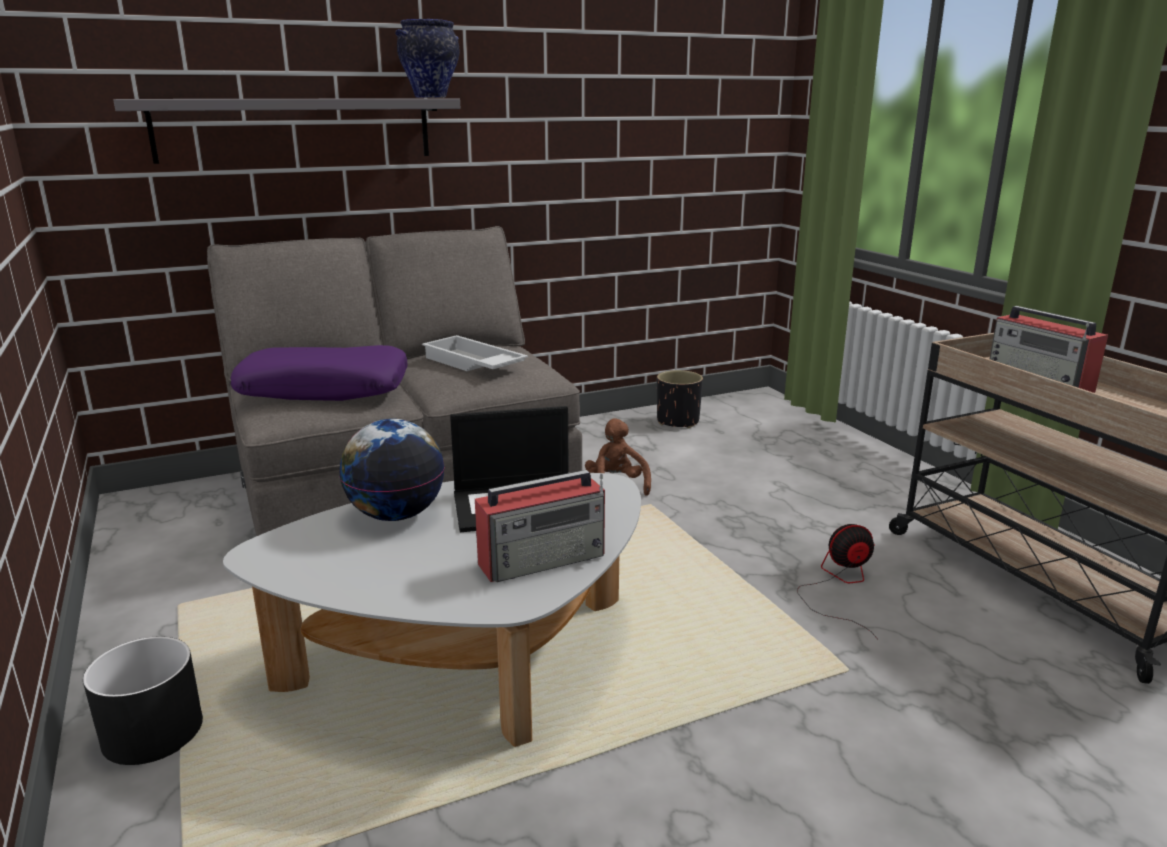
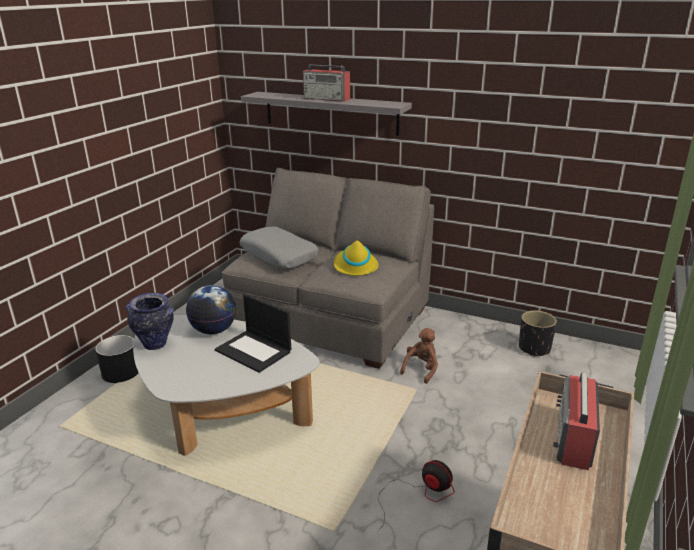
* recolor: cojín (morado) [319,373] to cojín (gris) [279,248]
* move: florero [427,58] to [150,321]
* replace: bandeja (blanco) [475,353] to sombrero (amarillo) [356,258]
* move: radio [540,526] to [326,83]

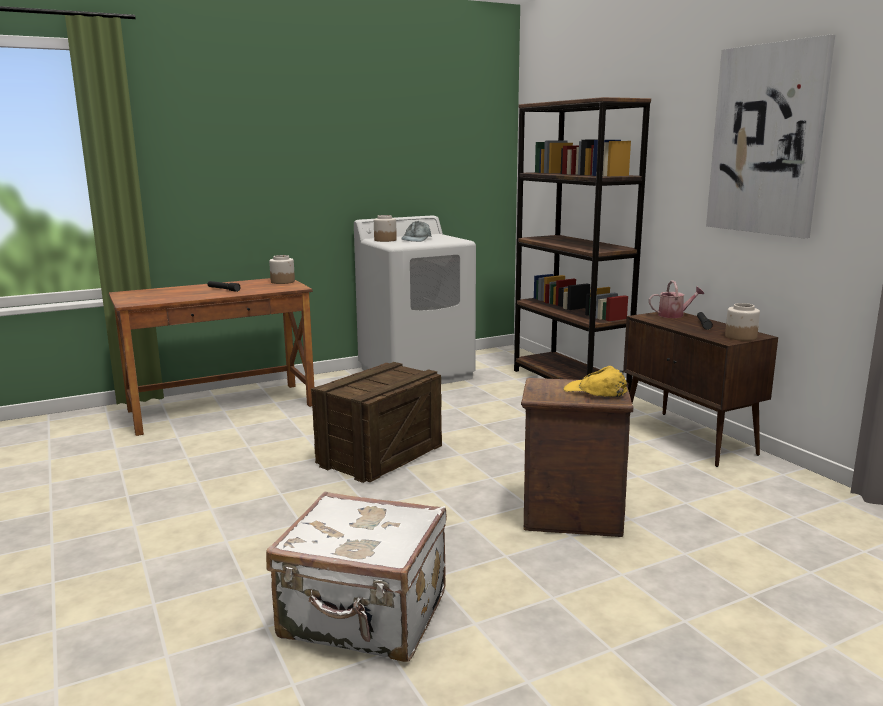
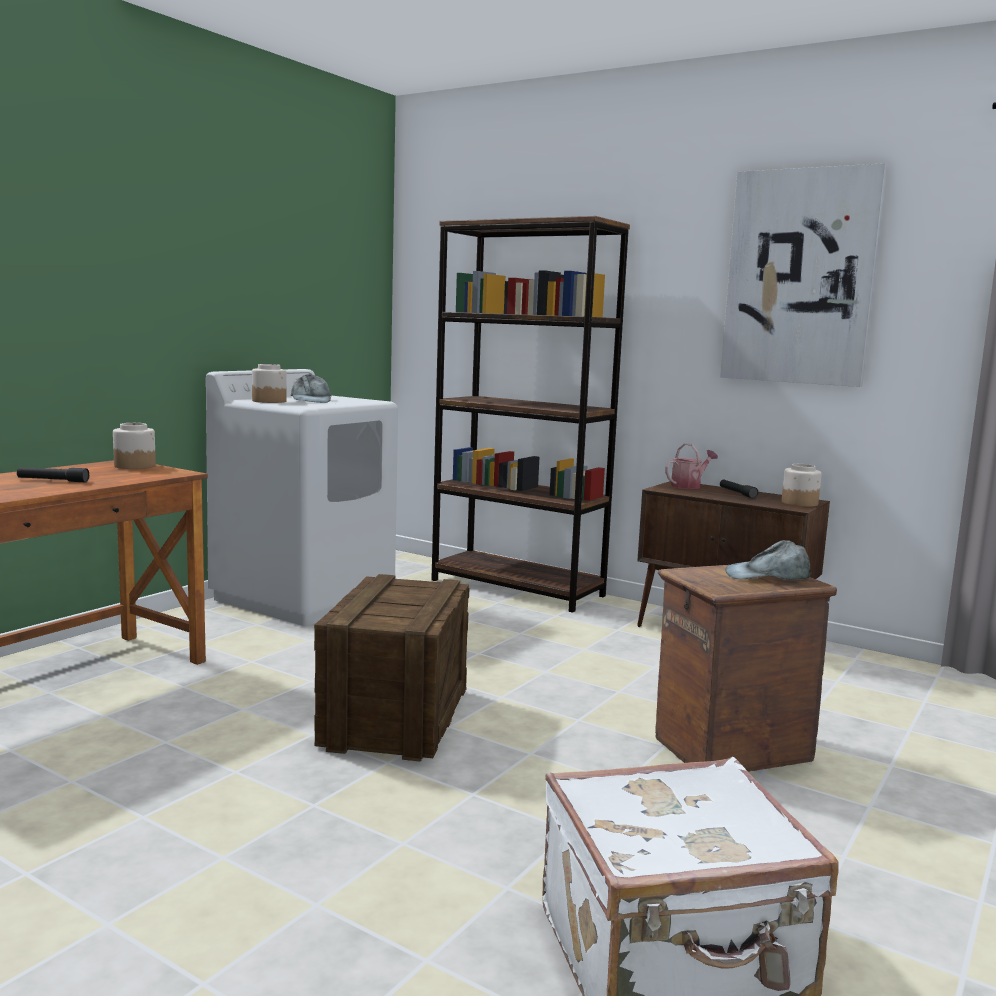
* recolor: gorra (amarillo) [595,381] to gorra (gris) [768,560]

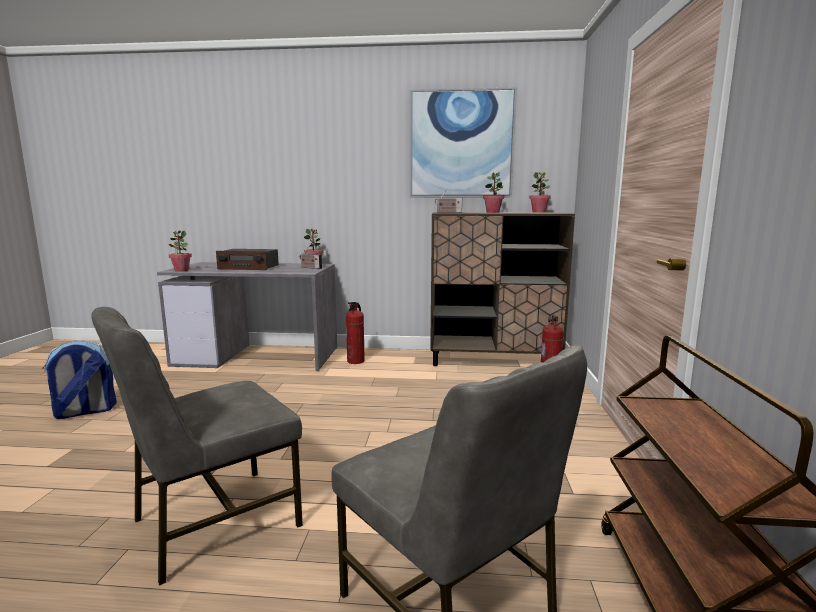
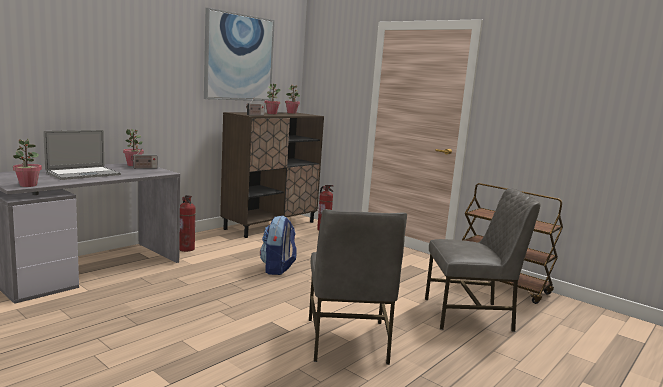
* move: mochila [79,380] to [278,245]
* replace: radio [247,259] to portátil [82,155]

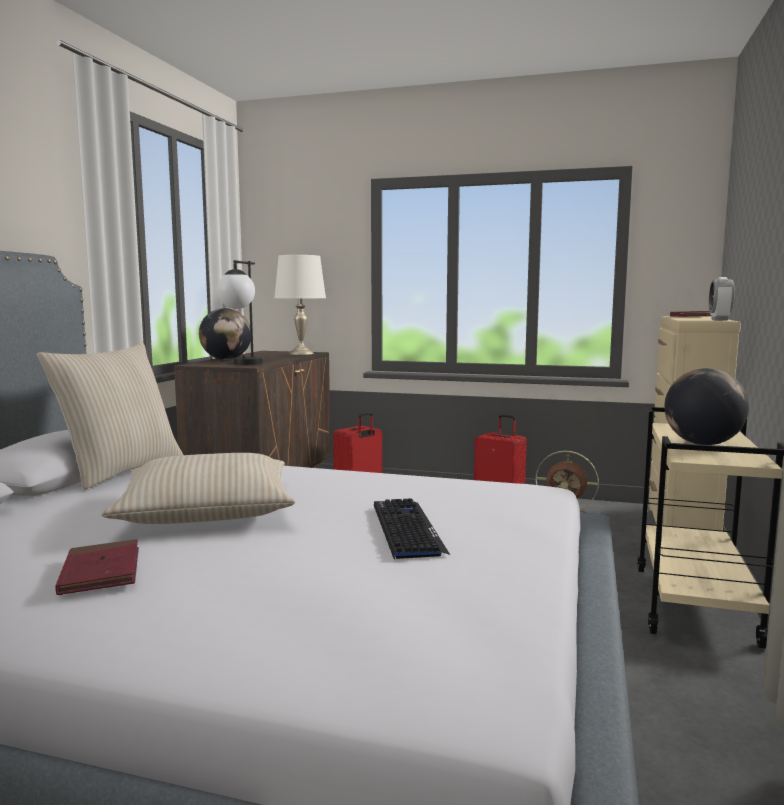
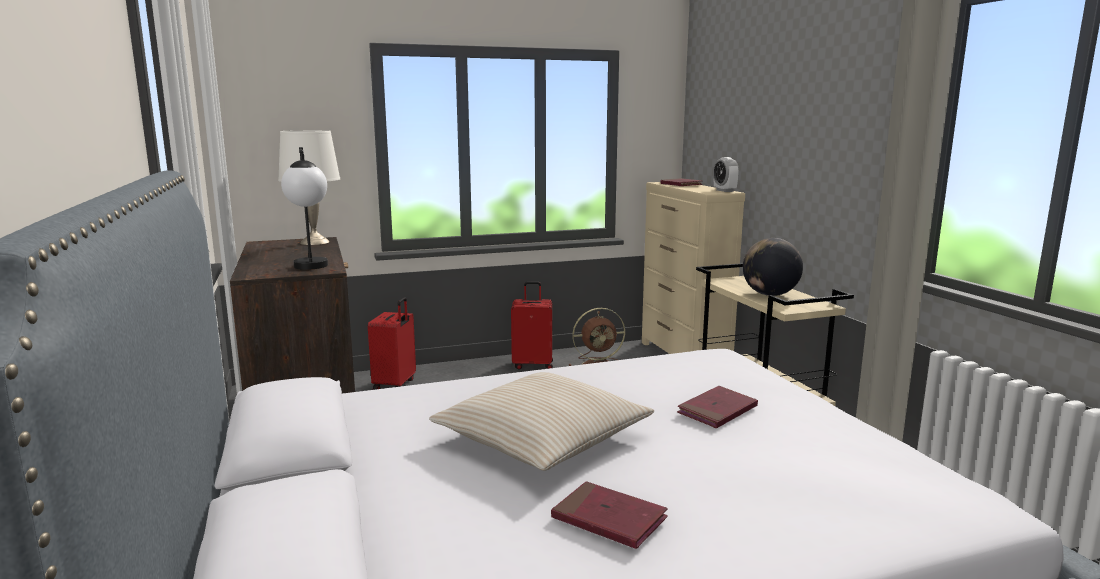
* delete: cojín (beis) [110,416]
* delete: globo terráqueo [225,334]
* replace: teclado [412,528] to libro (rojo) [717,407]

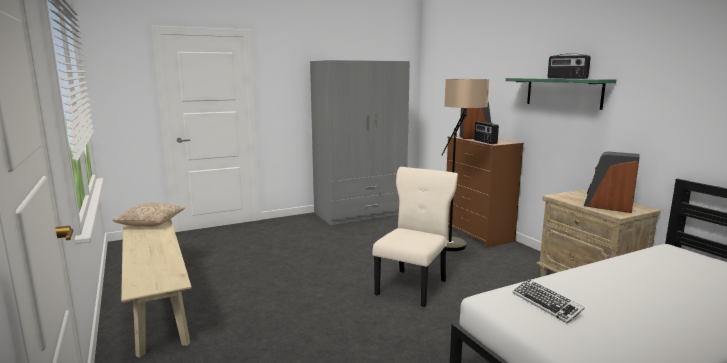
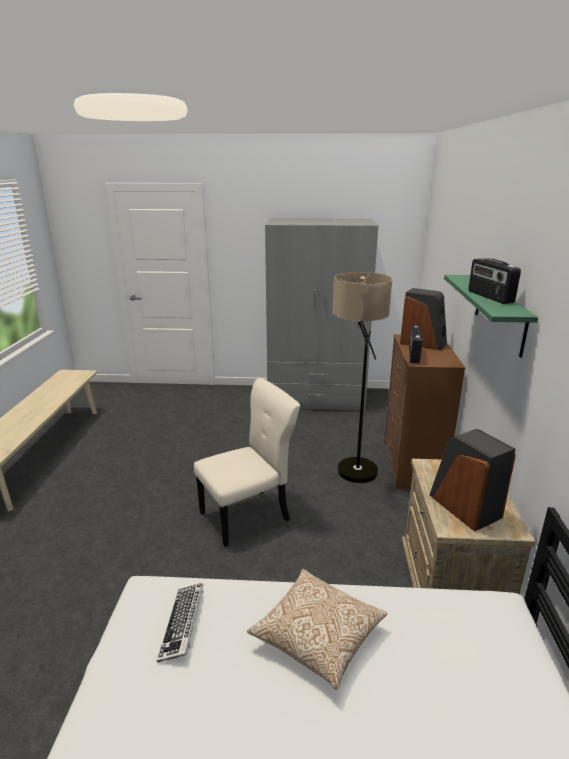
* move: cojín [148,215] to [317,629]

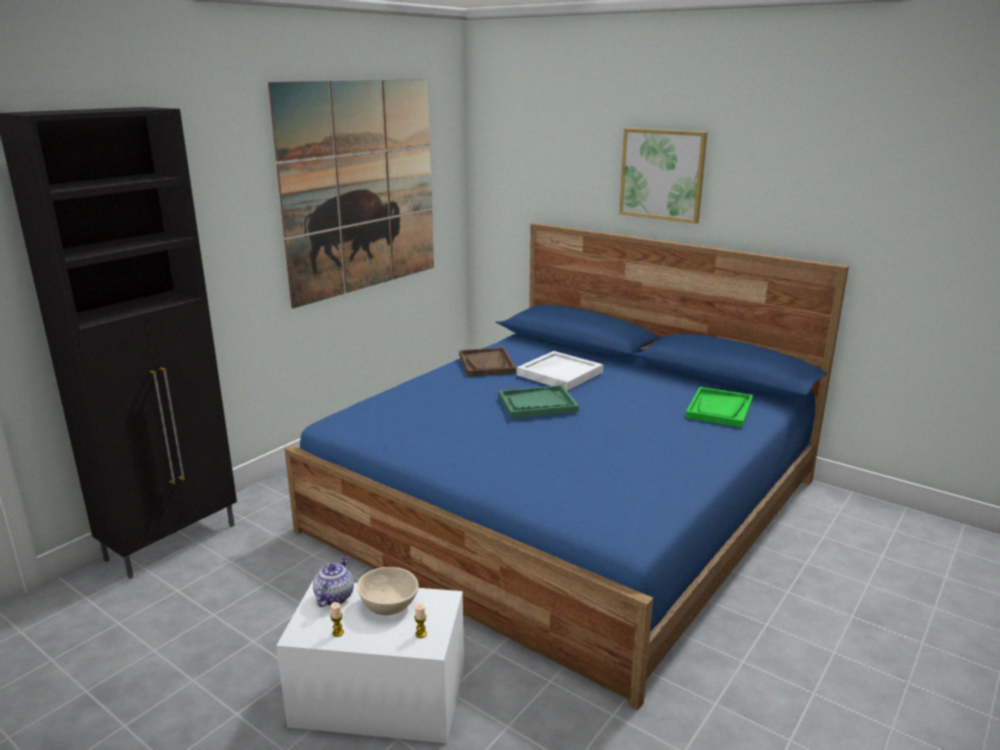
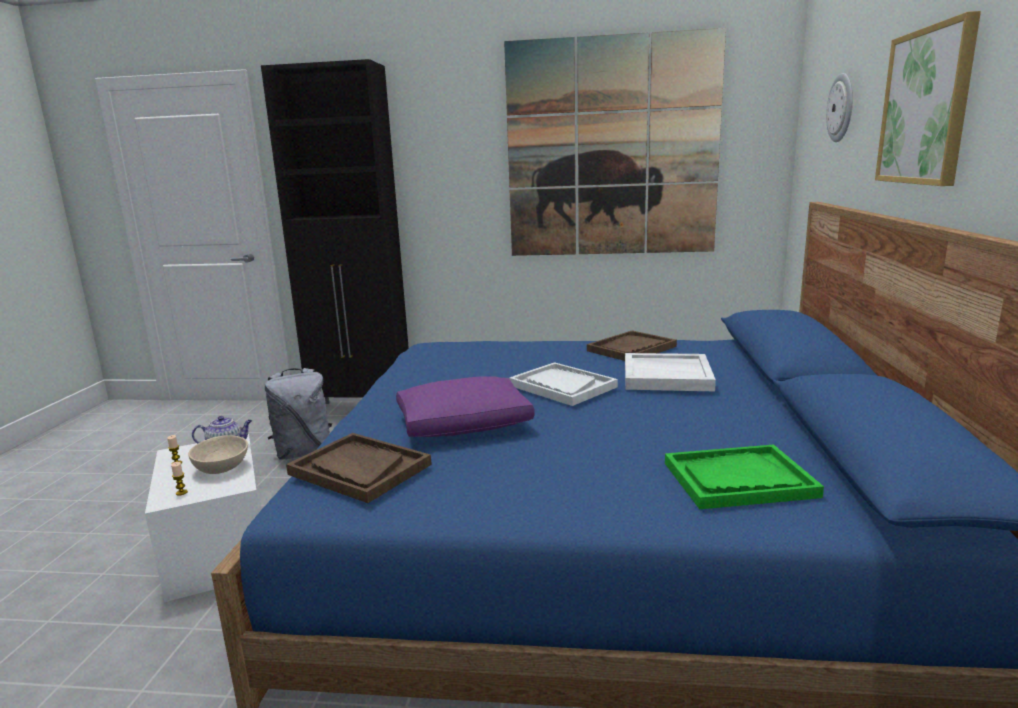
* recolor: bandeja (verde) [539,402] to bandeja (blanco) [563,384]
* insert: mochila (gris) [298,413]
* insert: bandeja (marrón) [359,468]
* insert: cojín (morado) [465,406]
* insert: reloj de pared [839,107]

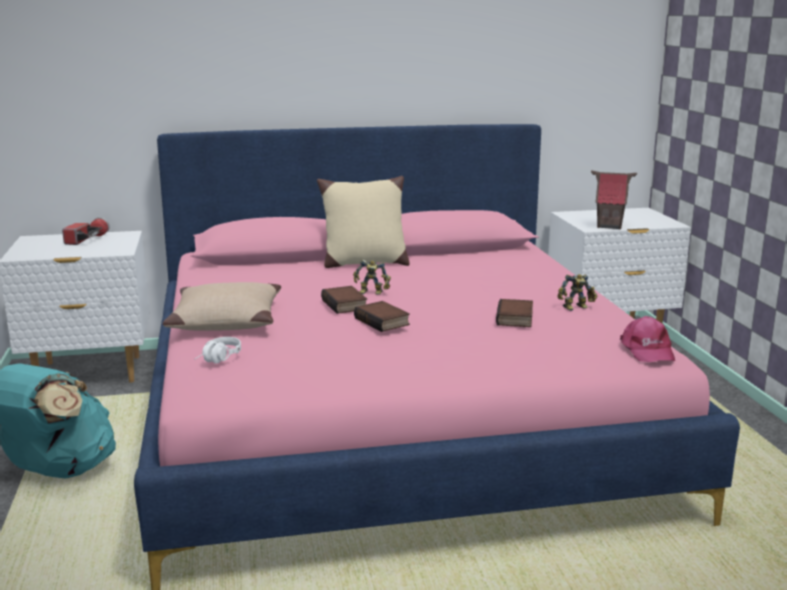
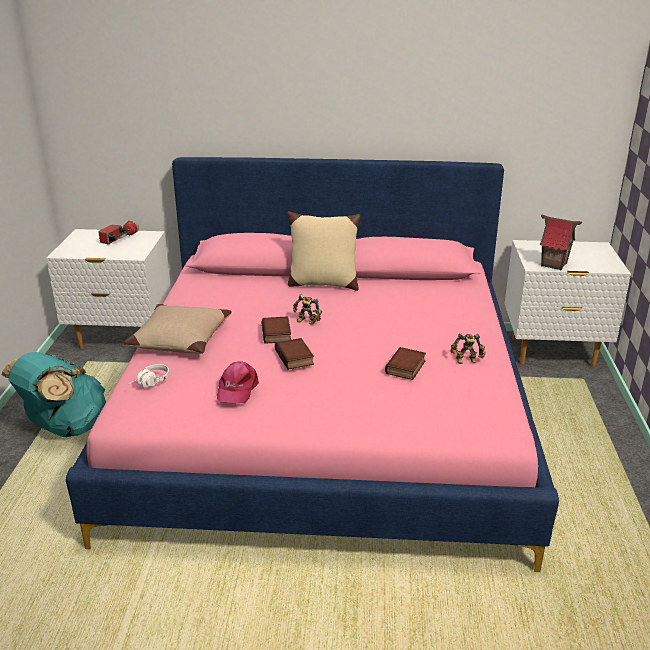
* move: gorra (rosa) [647,339] to [238,382]

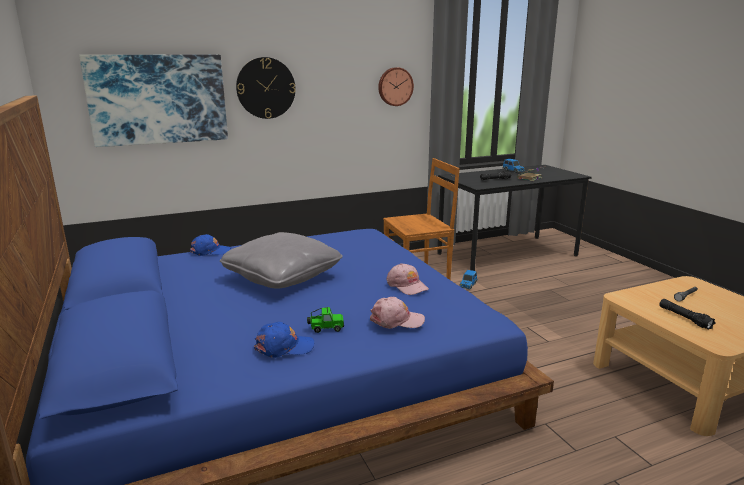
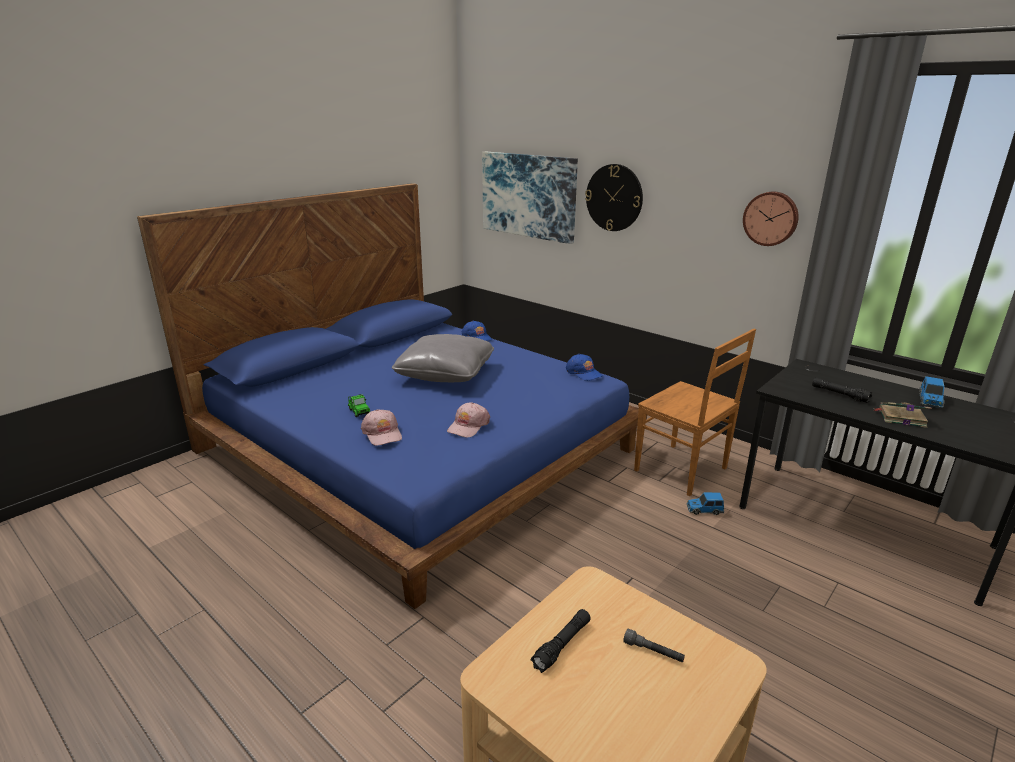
* move: gorra (azul) [284,340] to [584,367]

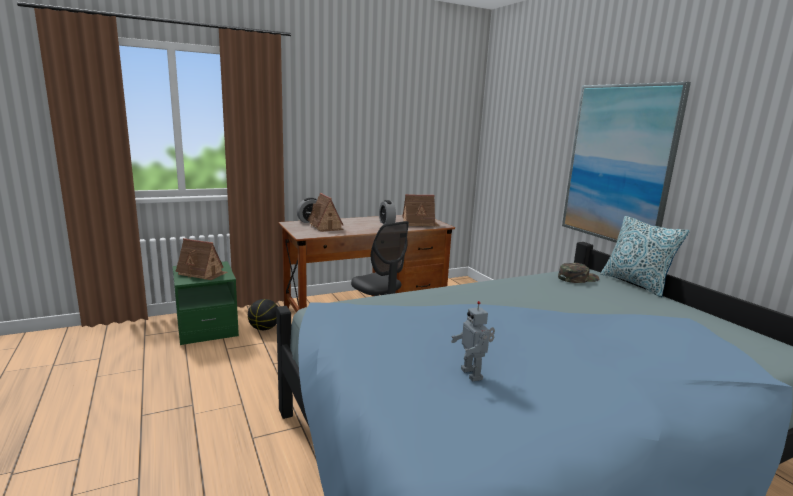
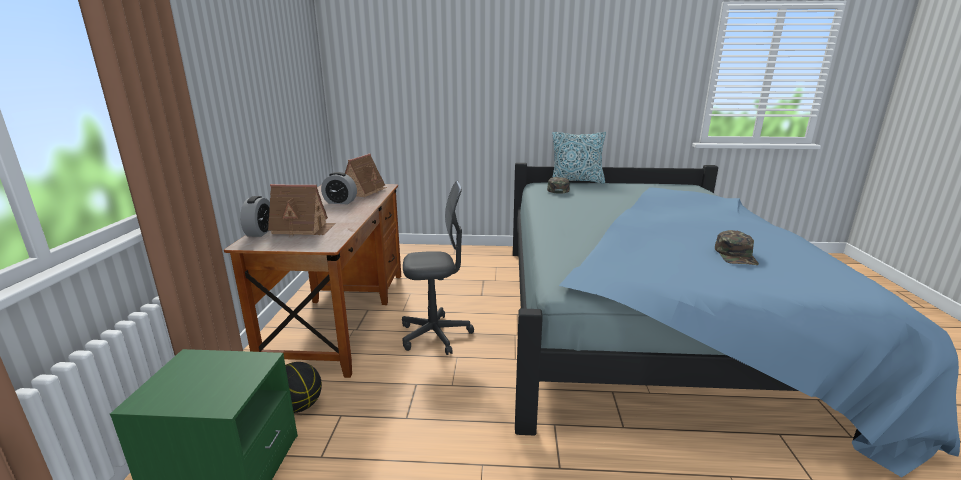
* delete: casita [201,259]
* replace: robot de juguete [473,341] to gorra (verde) [737,247]
* delete: cuadro [626,162]

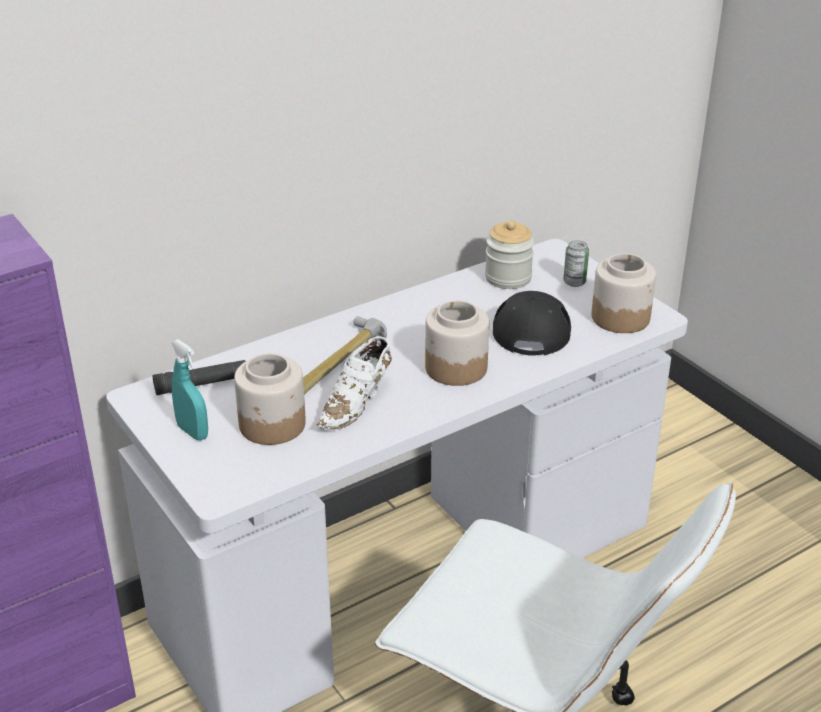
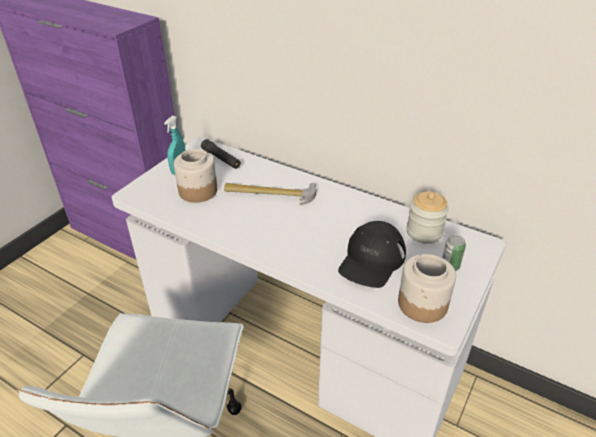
* delete: zapato (blanco) [354,383]
* delete: tarro [457,343]
* rotate: gorra (negro) [532,323] = [372,254] 135 degrees clockwise

